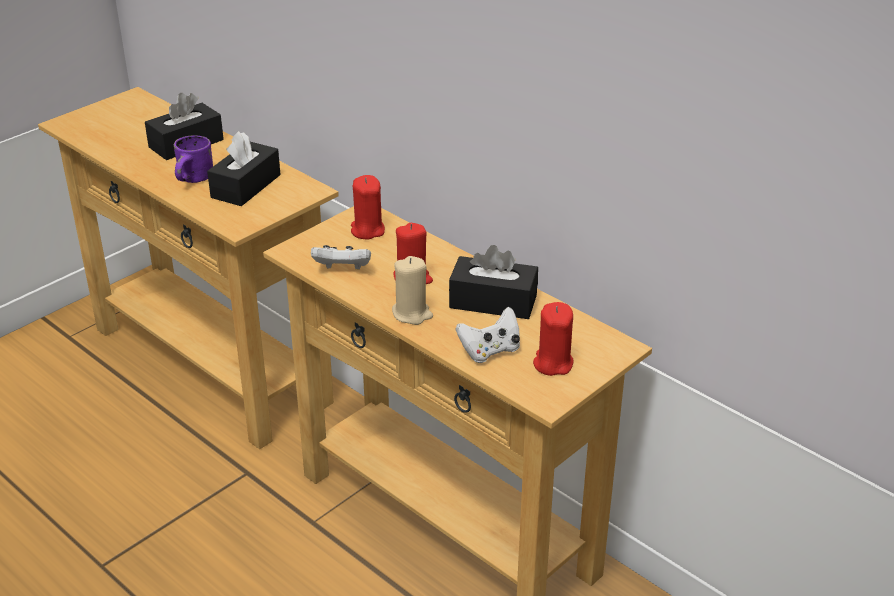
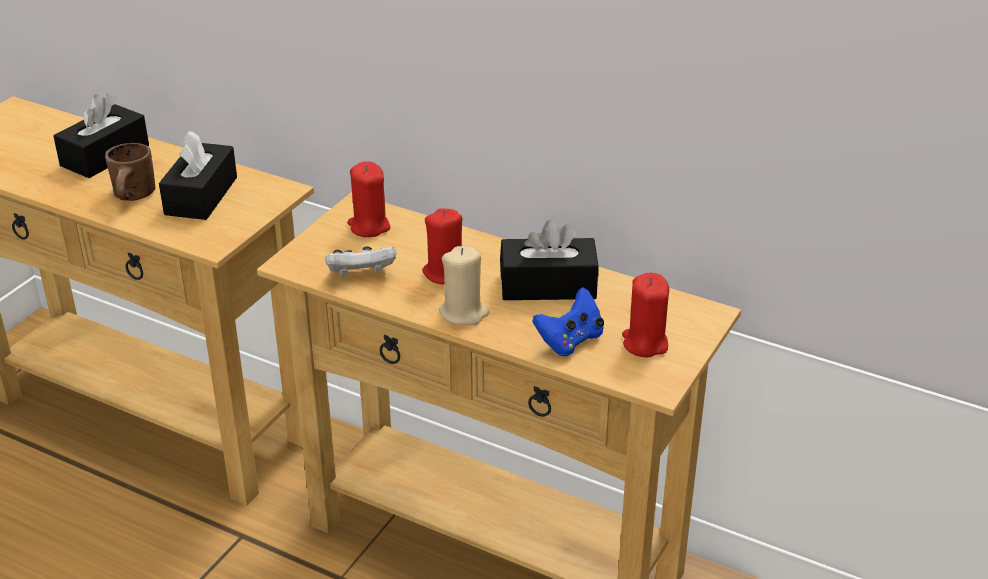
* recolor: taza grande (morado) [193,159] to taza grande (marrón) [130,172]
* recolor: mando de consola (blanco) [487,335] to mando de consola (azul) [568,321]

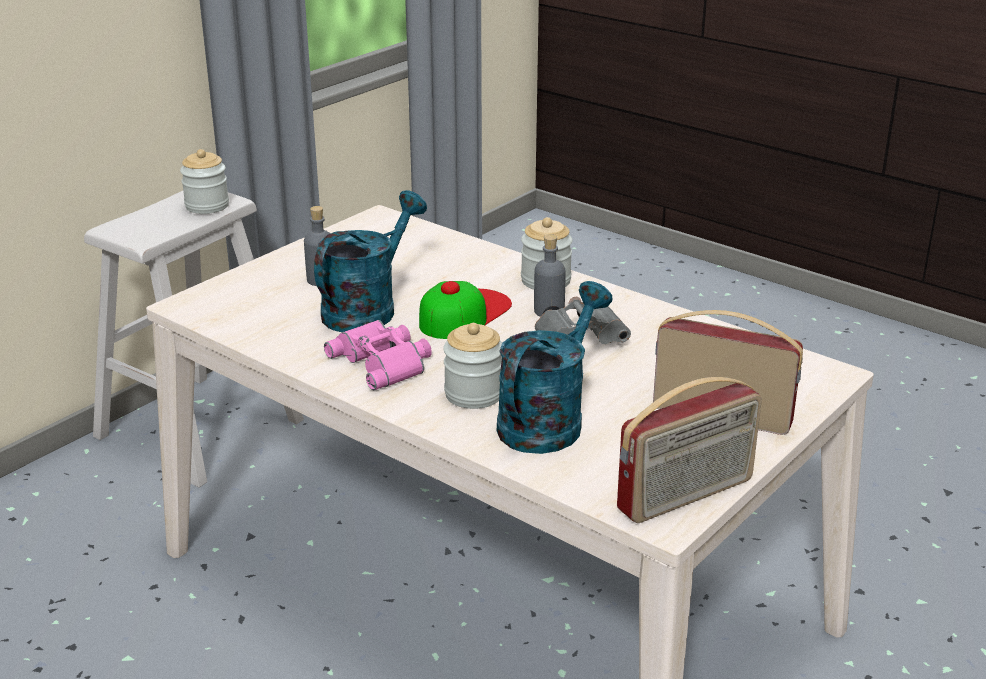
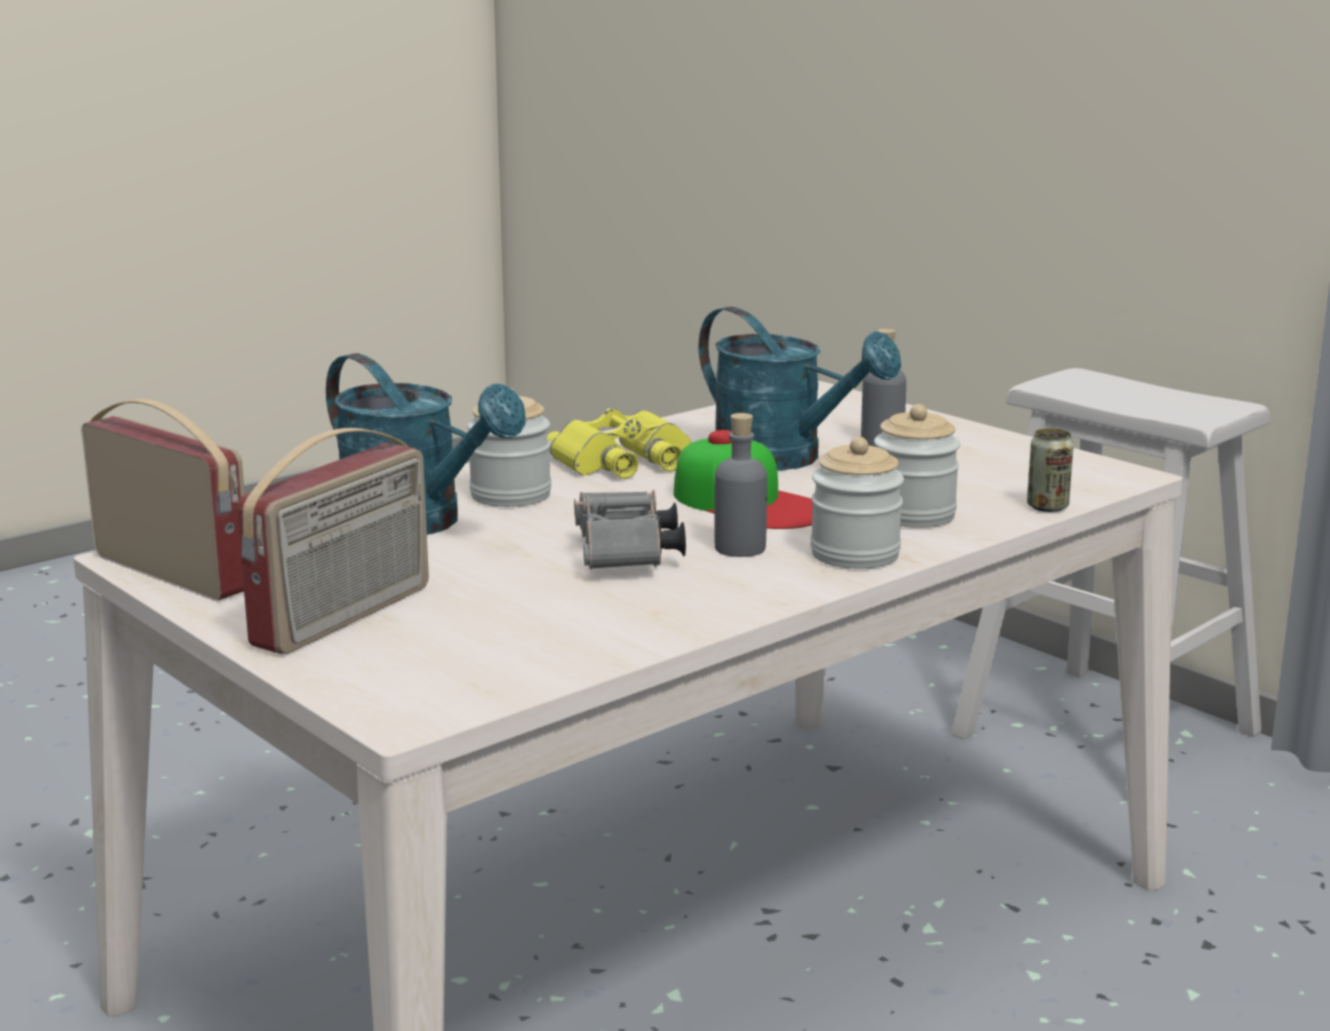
* move: tarro [204,181] to [917,466]
* recolor: prismáticos (rosa) [378,355] to prismáticos (amarillo) [619,443]
* rotate: radio [689,450] = [163,500] 150 degrees clockwise
* insert: lata [1050,470]

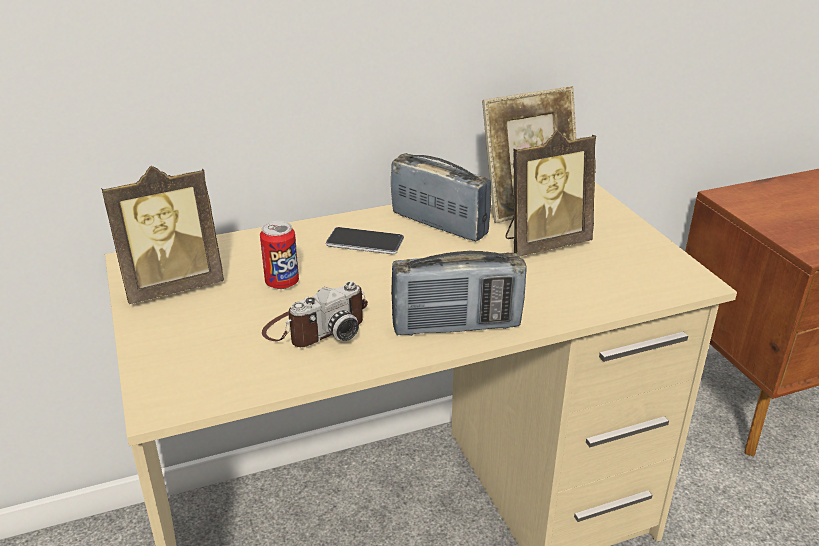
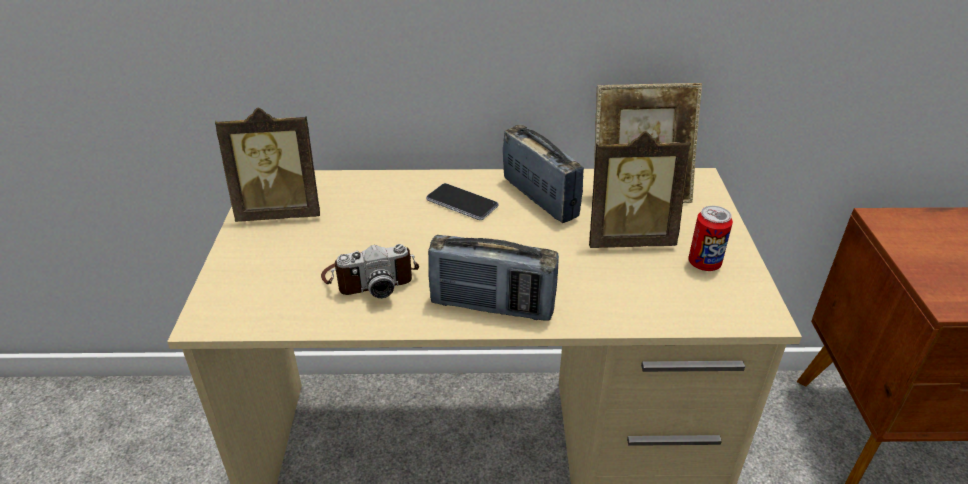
* move: lata [279,255] to [710,238]

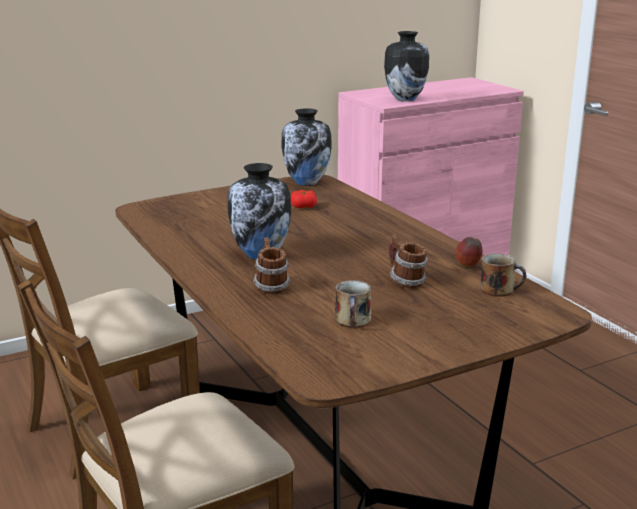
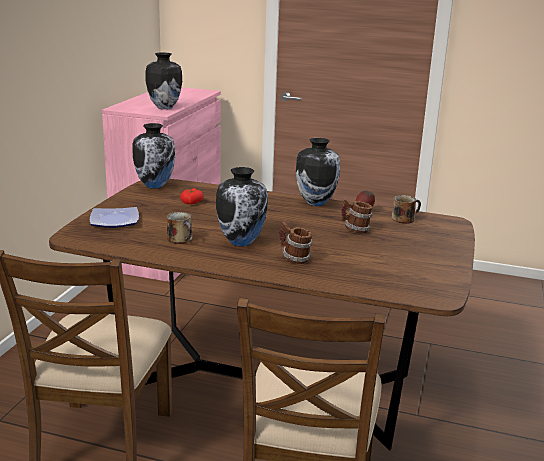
* move: taza grande [353,304] to [179,228]
* insert: plato [114,217]
* insert: florero [318,172]

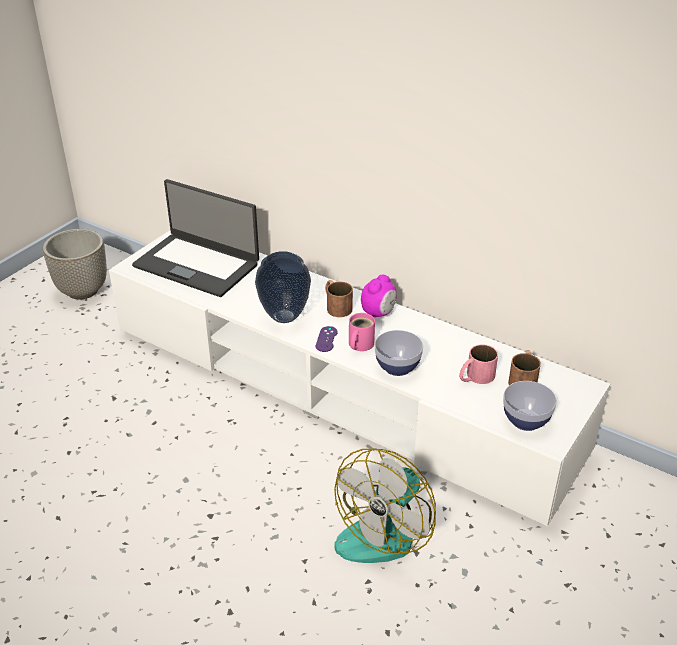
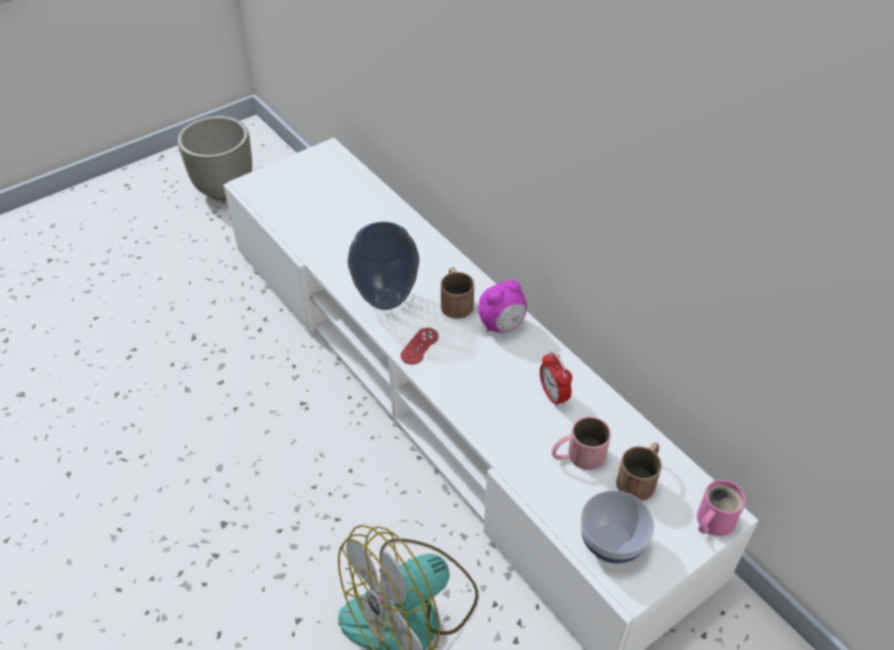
* delete: portátil [195,238]
* recolor: mando de consola (morado) [327,339] to mando de consola (rojo) [420,346]
* move: taza grande (rosa) [362,332] to [721,508]
* delete: cuenco [399,353]
* insert: despertador [556,379]

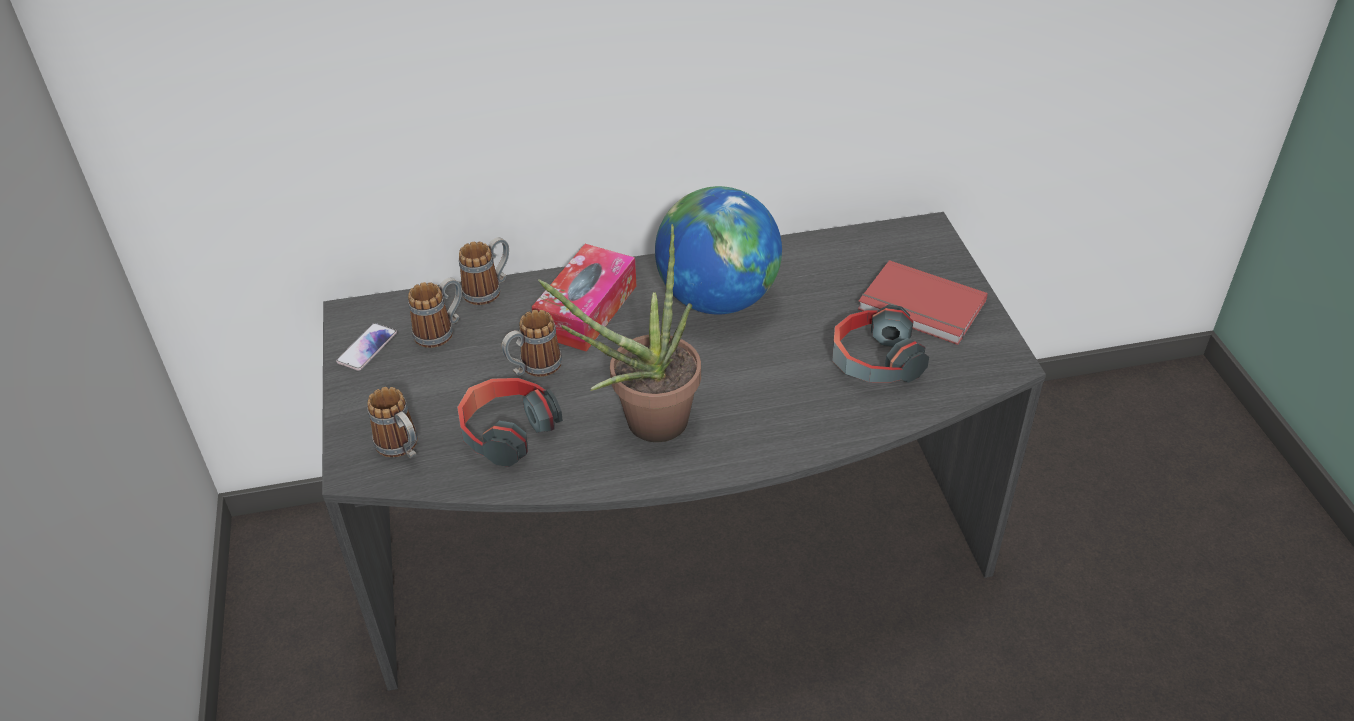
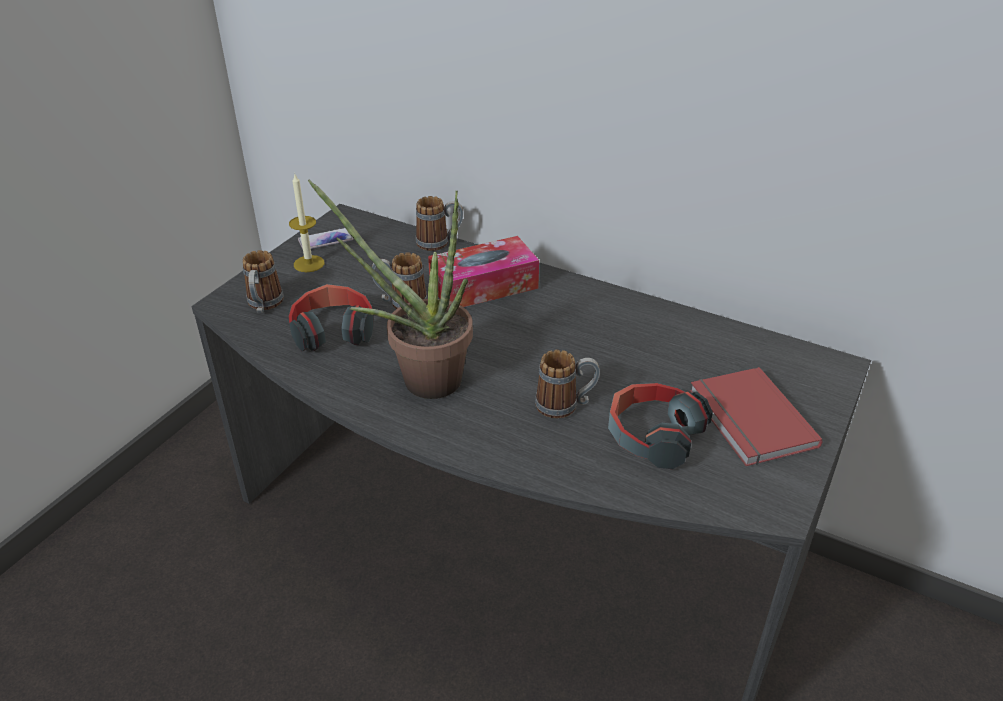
* move: taza grande [435,313] to [567,384]
* delete: globo terráqueo [718,250]
* insert: vela [306,223]

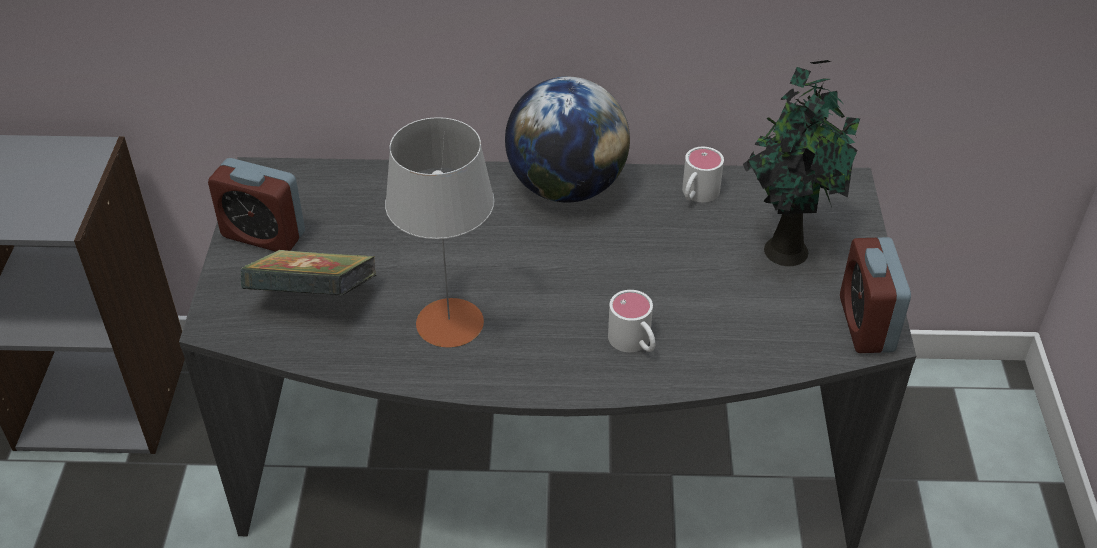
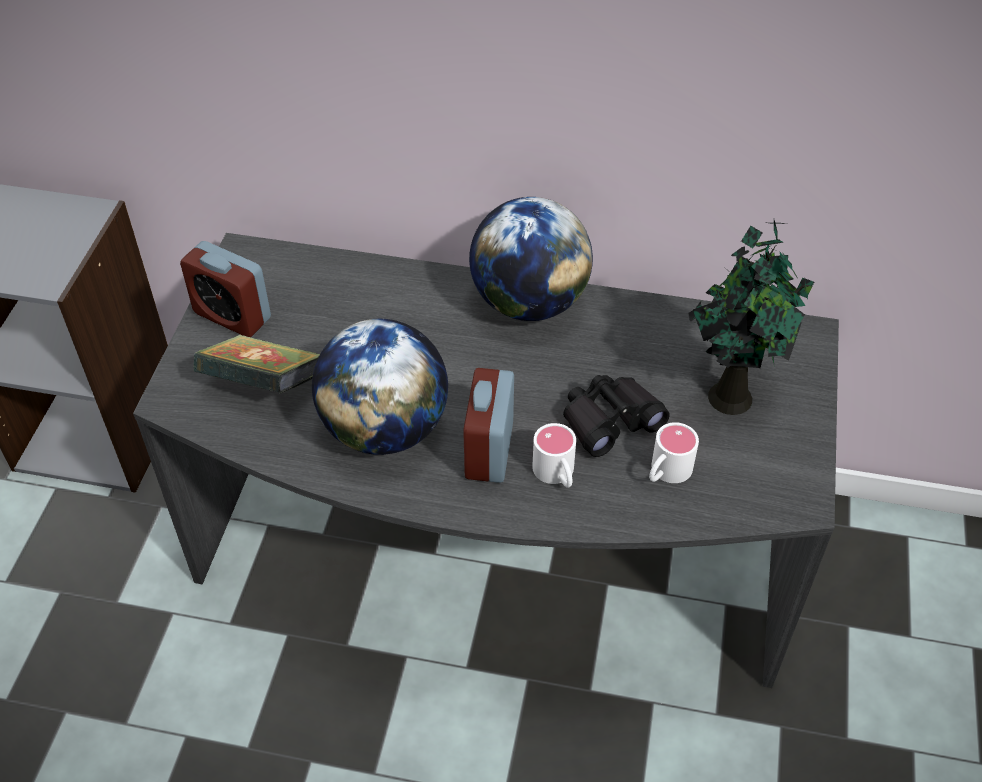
* replace: lámpara de mesa (gris) [439,232] to globo terráqueo [380,387]
* move: taza grande (blanco) [703,174] to [674,452]
* move: despertador [875,295] to [488,425]
* insert: prismáticos (negro) [616,416]

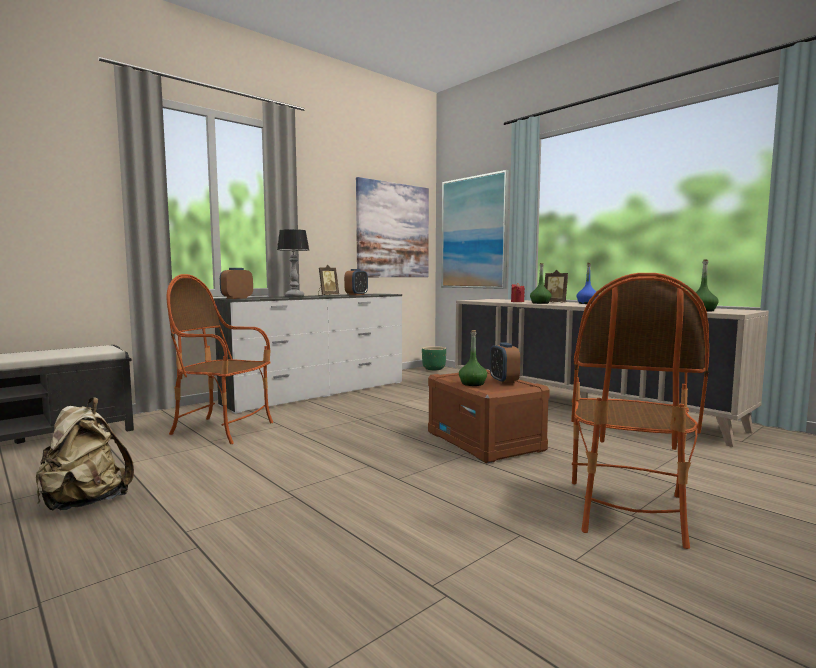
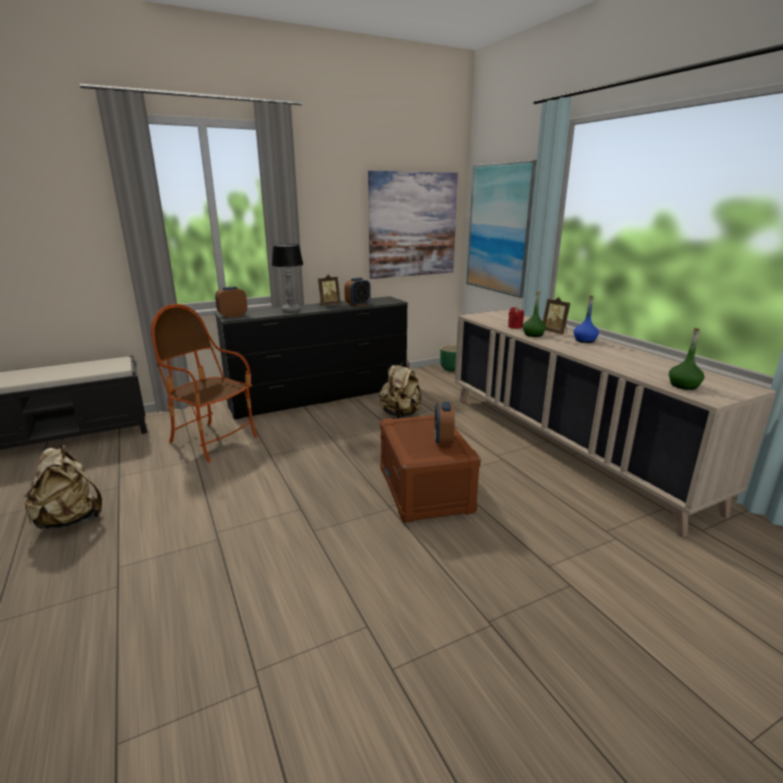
* recolor: cómoda (blanco) [308,353] to cómoda (negro) [311,358]
* delete: botella (verde) [473,358]
* delete: sillón [640,411]
* insert: mochila (beis) [400,389]

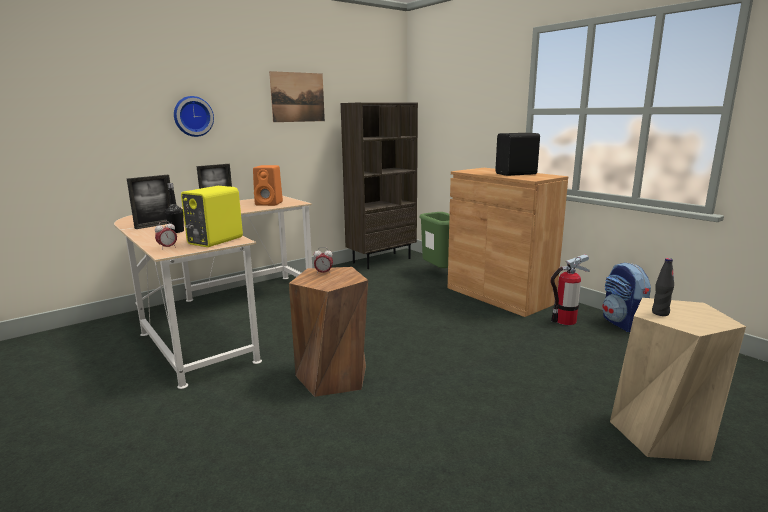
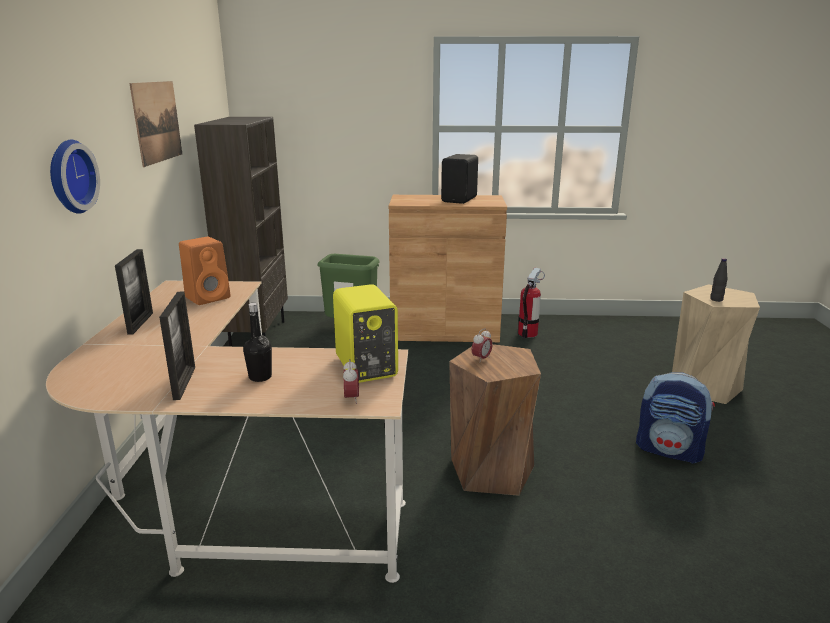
* move: mochila [626,297] to [675,418]

